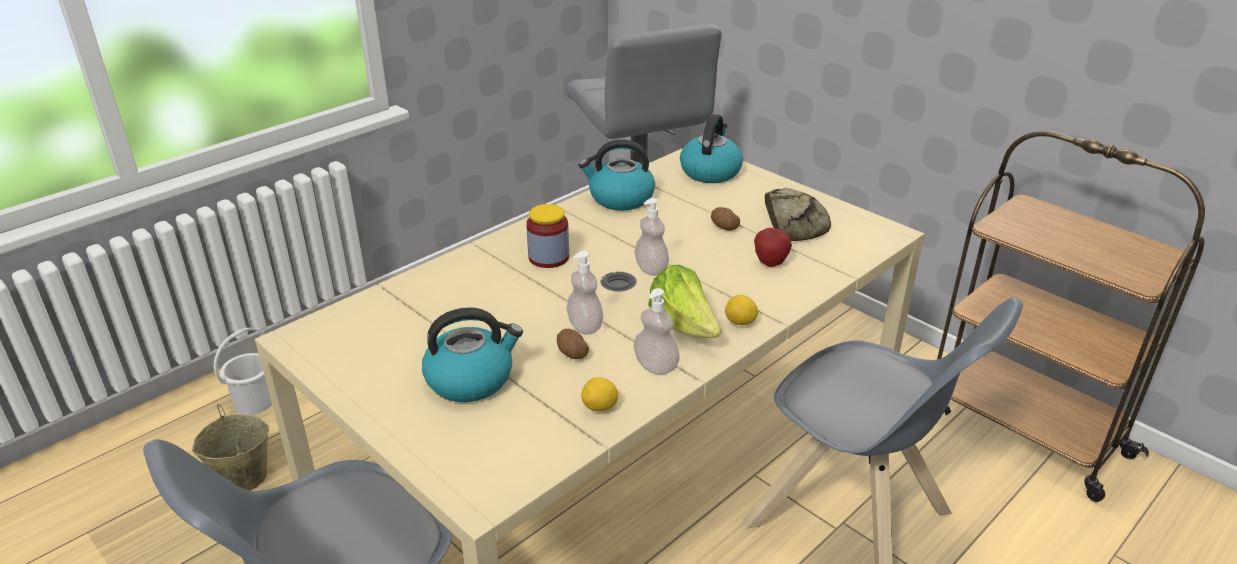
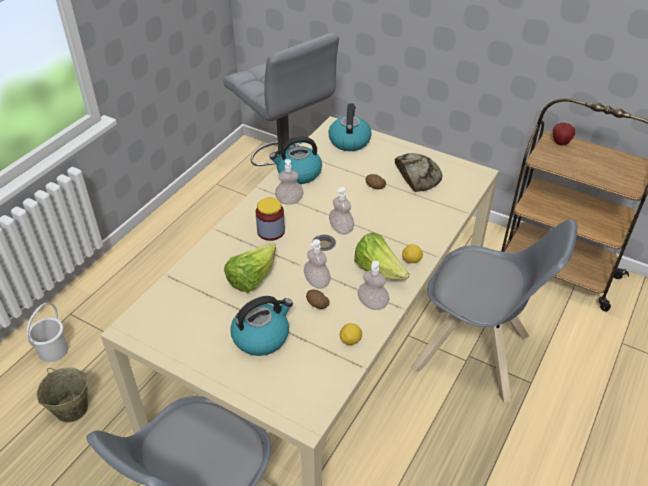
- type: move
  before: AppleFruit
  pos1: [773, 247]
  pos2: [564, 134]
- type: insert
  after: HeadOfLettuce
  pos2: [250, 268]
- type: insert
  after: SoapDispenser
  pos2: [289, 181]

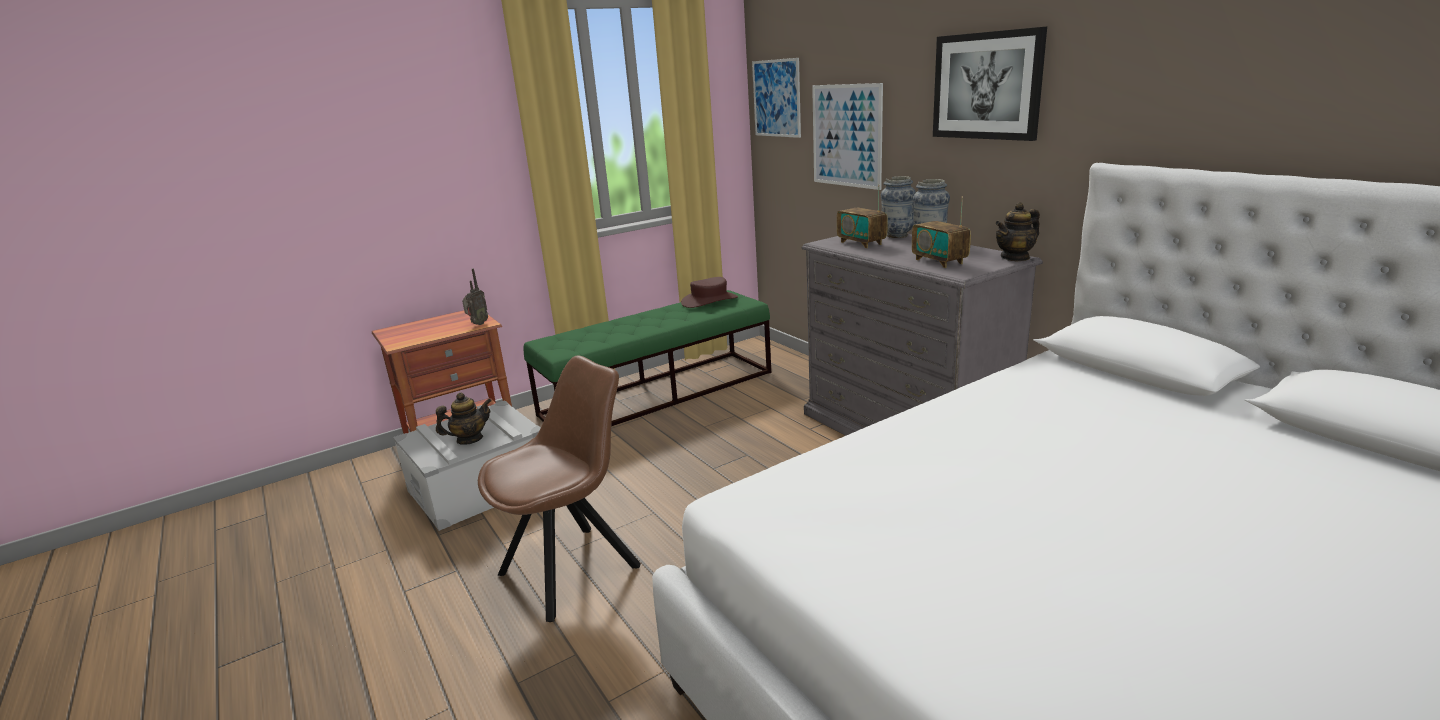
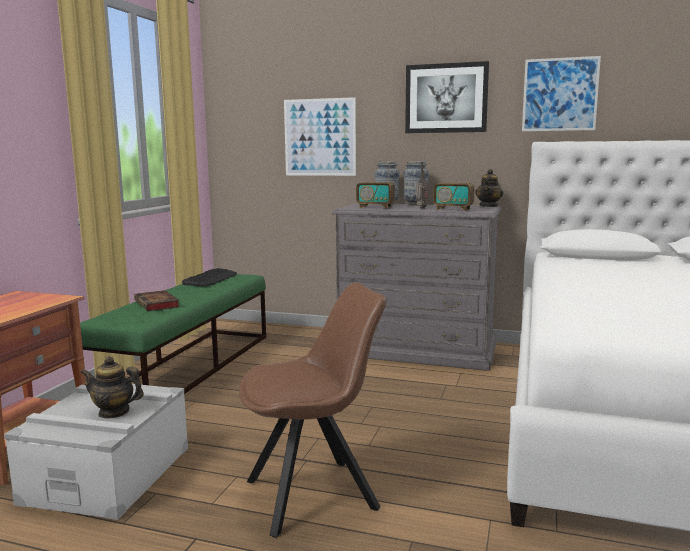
- type: rotate
  before: PotForTea
  pos1: [464, 418]
  pos2: [112, 387]
  turn: -105
- type: move
  before: RadioReceiver
  pos1: [475, 296]
  pos2: [421, 185]
- type: rotate
  before: BrownishPlainChair
  pos1: [559, 488]
  pos2: [313, 410]
  turn: 60
- type: replace
  before: BrownishClothingHat
  after: ComputerKeyboard
  pos1: [709, 292]
  pos2: [209, 277]
- type: move
  before: WallPicture
  pos1: [776, 98]
  pos2: [561, 93]
- type: insert
  after: Volume
  pos2: [157, 300]

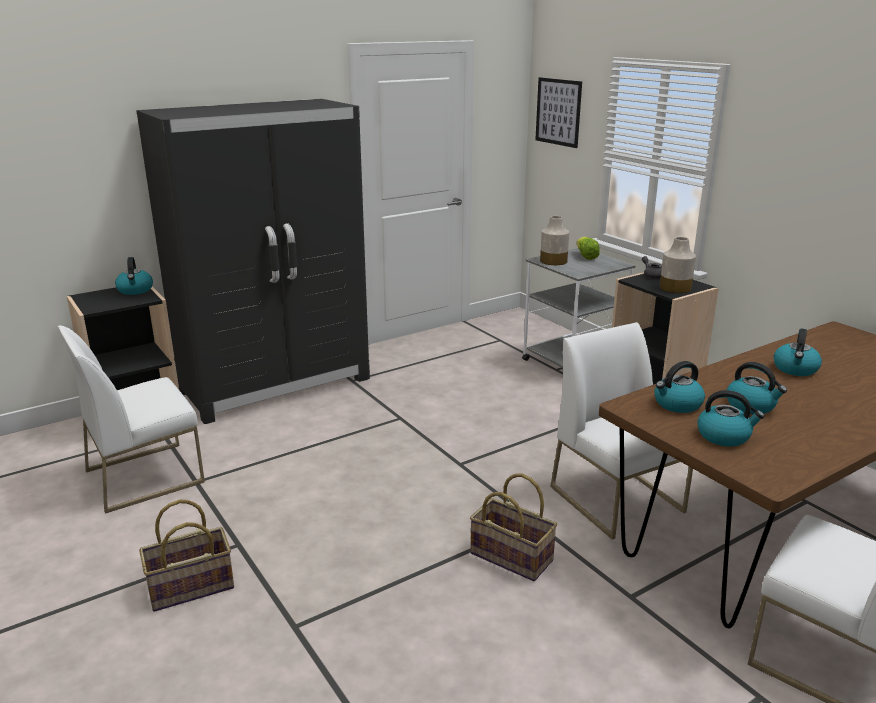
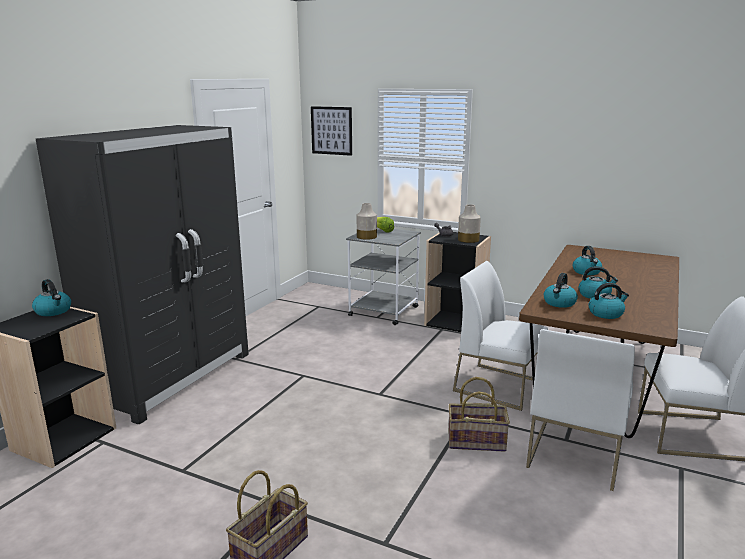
- type: move
  before: WhitishPlainChair
  pos1: [131, 420]
  pos2: [580, 410]

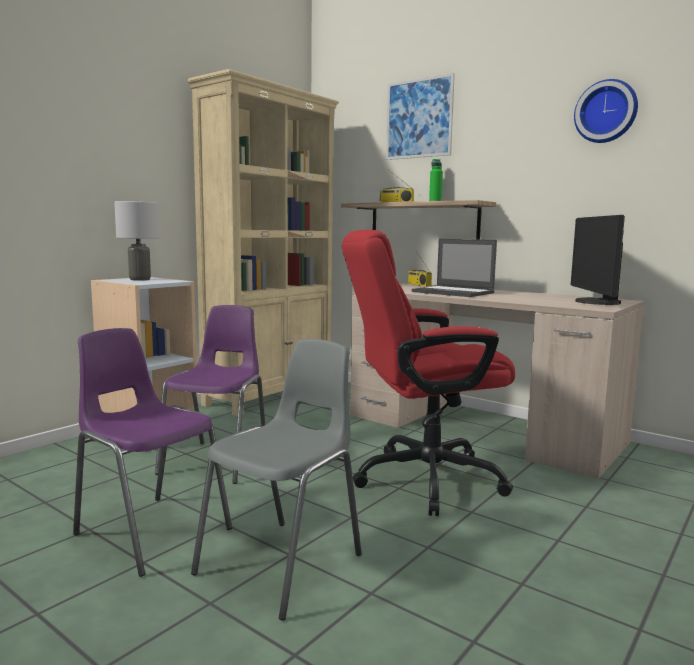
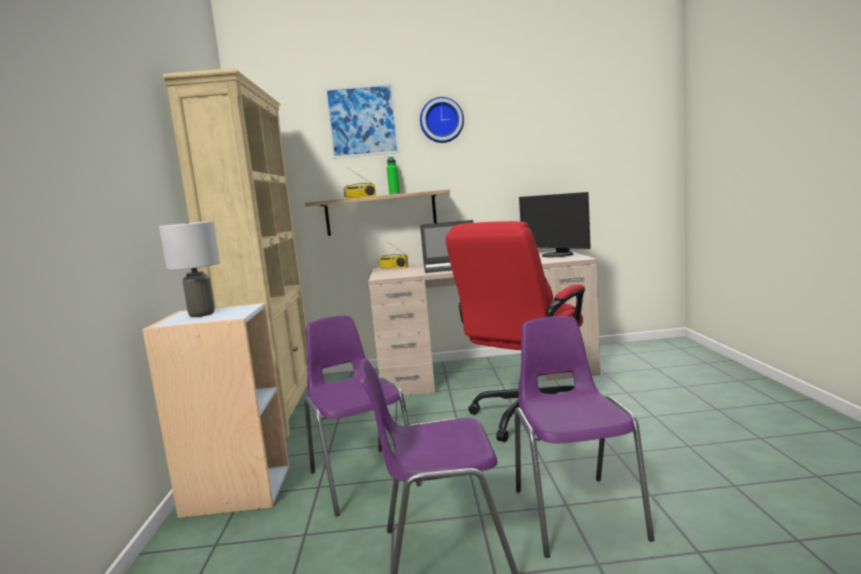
- type: recolor
  before: GreyPlainChair
  after: PurplishPlainChair
  pos1: [276, 480]
  pos2: [584, 437]
- type: move
  before: ClockOnTheWall
  pos1: [606, 111]
  pos2: [442, 120]

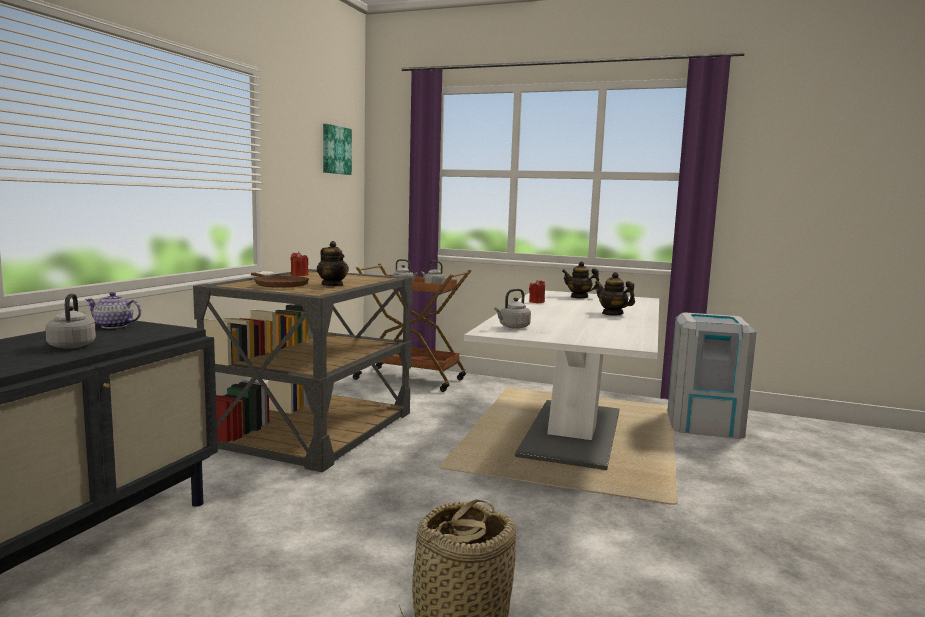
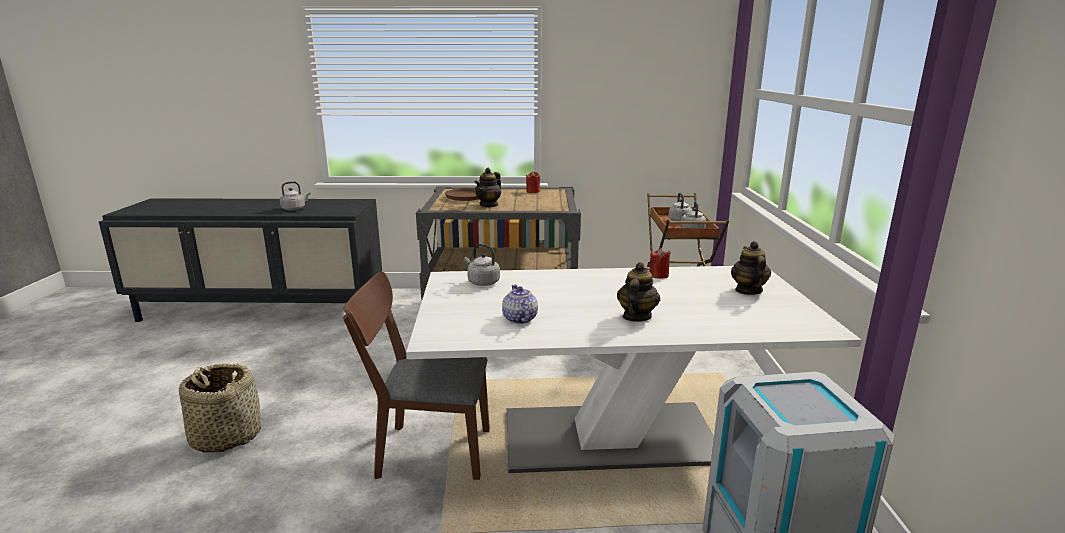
- type: move
  before: PotForTea
  pos1: [113, 310]
  pos2: [520, 304]
- type: delete
  before: WallPicture
  pos1: [337, 149]
- type: insert
  after: BrownishPlainChair
  pos2: [416, 376]

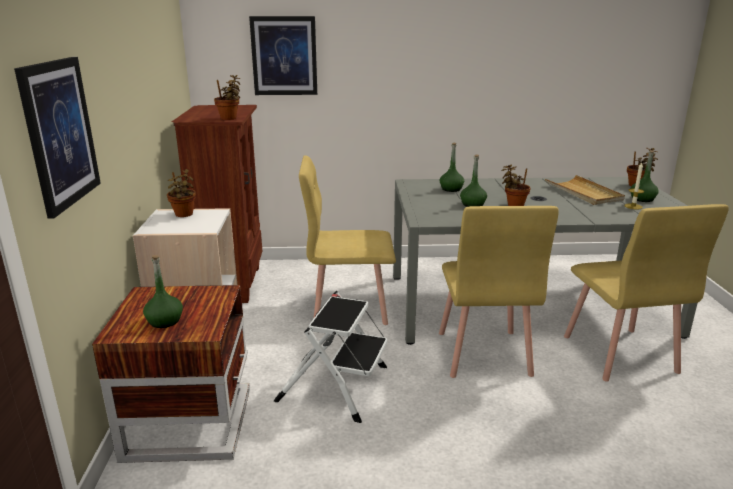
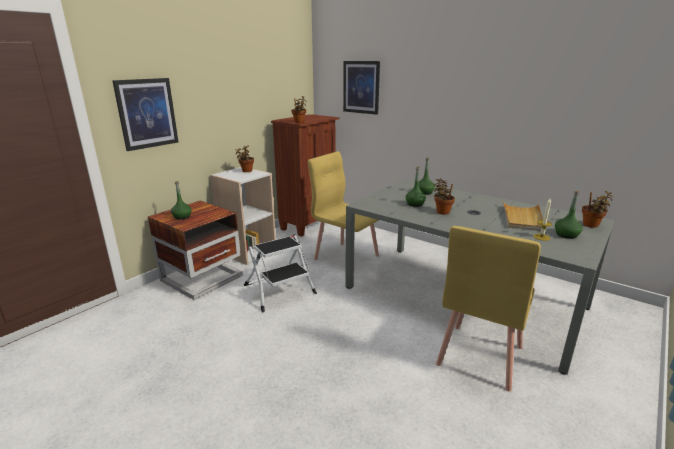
- type: delete
  before: YellowPlainChair
  pos1: [499, 292]

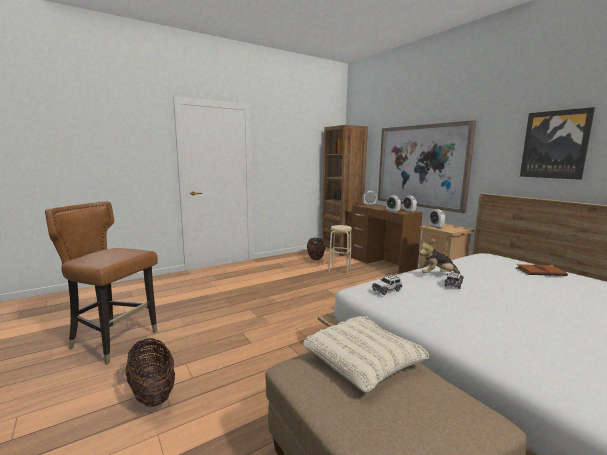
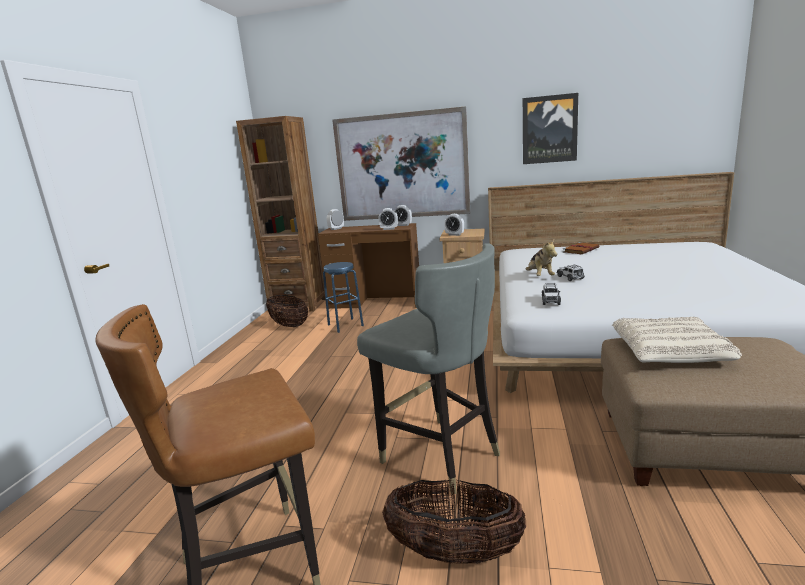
- type: recolor
  before: BeigeColouredStool
  after: BlueStool
  pos1: [340, 249]
  pos2: [343, 297]
- type: rotate
  before: CuddlyToy
  pos1: [439, 257]
  pos2: [541, 258]
  turn: -45
- type: insert
  after: GreyPlainChair
  pos2: [428, 369]

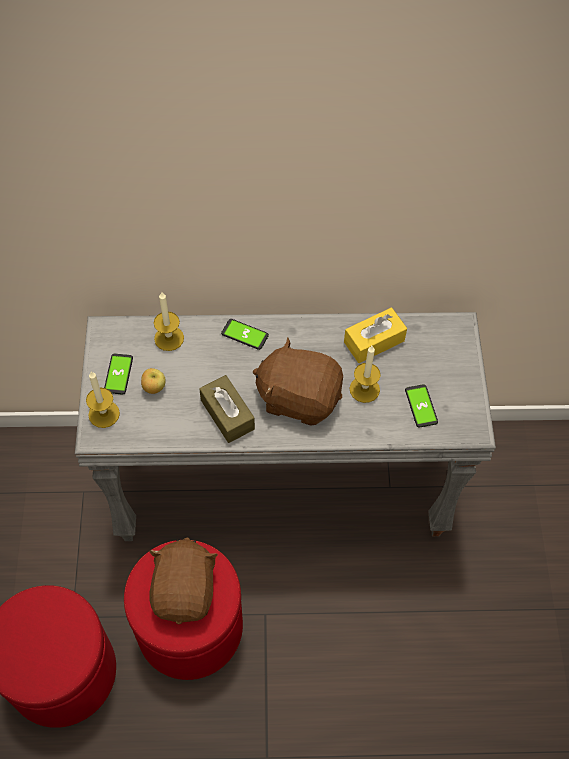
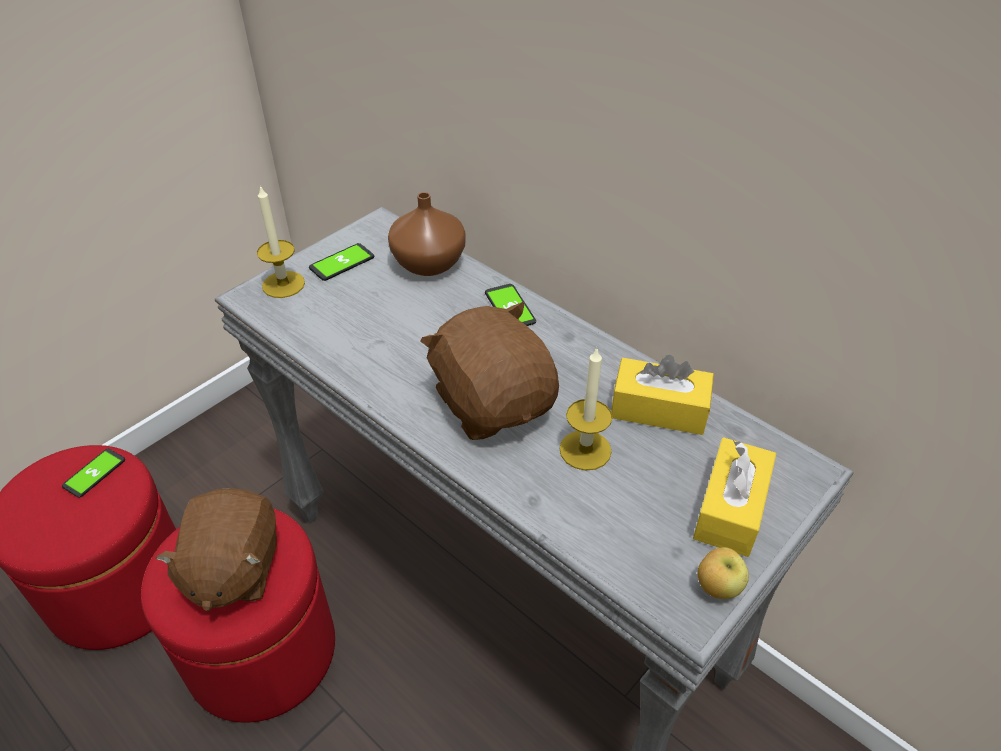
- type: move
  before: AppleFruit
  pos1: [153, 381]
  pos2: [723, 573]
- type: rotate
  before: BrownishCuddlyToy
  pos1: [183, 580]
  pos2: [216, 549]
  turn: 135
- type: replace
  before: WaxCandle
  after: BrownishDecorativeVase
  pos1: [169, 321]
  pos2: [427, 234]
- type: delete
  before: BrownishTissueHolder
  pos1: [227, 409]
- type: move
  before: Handset
  pos1: [421, 406]
  pos2: [93, 473]
- type: insert
  after: YellowTissueHolder
  pos2: [734, 497]

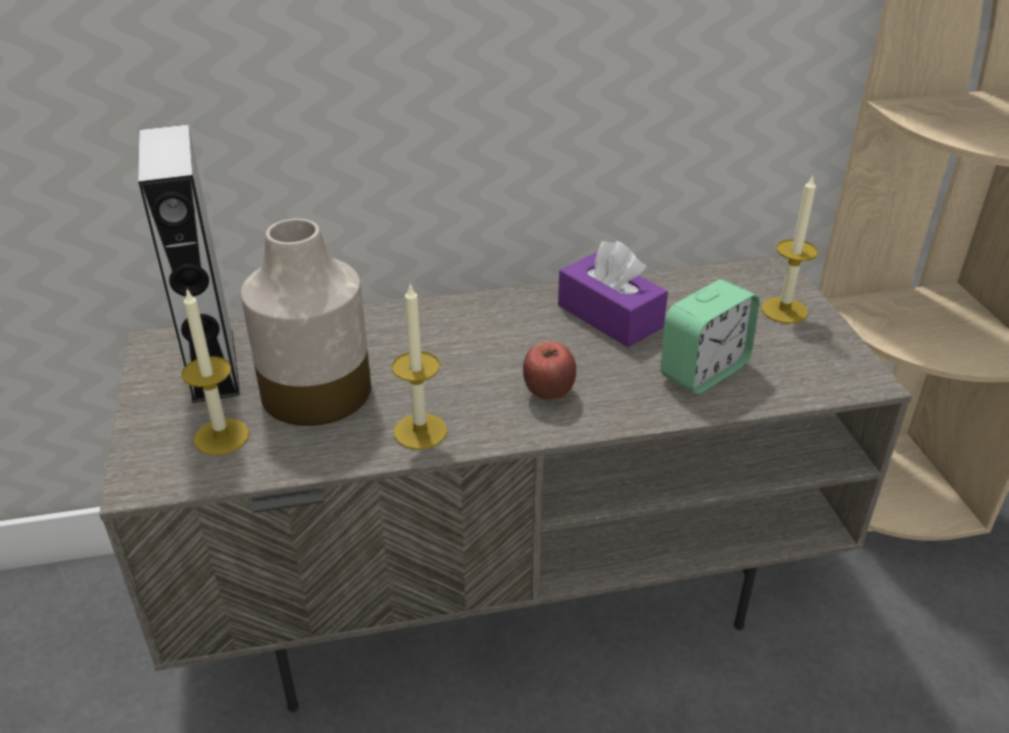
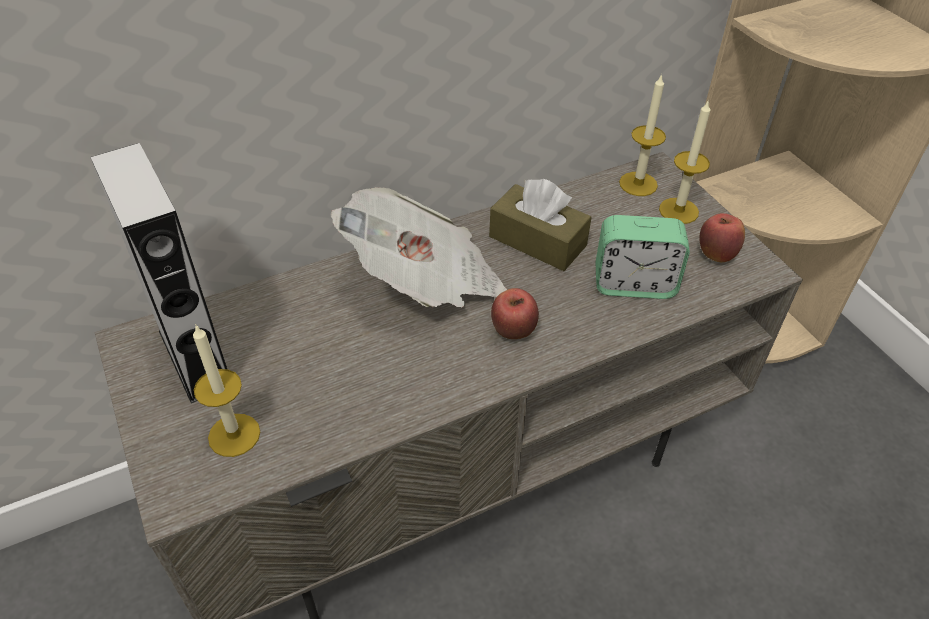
- type: delete
  before: BeigeColouredDecorativeVase
  pos1: [306, 322]
- type: move
  before: WaxCandle
  pos1: [419, 366]
  pos2: [642, 135]
- type: recolor
  before: PurplishTissueHolder
  after: BrownishTissueHolder
  pos1: [613, 294]
  pos2: [540, 225]
- type: rotate
  before: TableClock
  pos1: [710, 336]
  pos2: [643, 257]
  turn: 60
- type: insert
  after: PrintedPaper
  pos2: [419, 247]
- type: insert
  after: AppleFruit
  pos2: [722, 237]

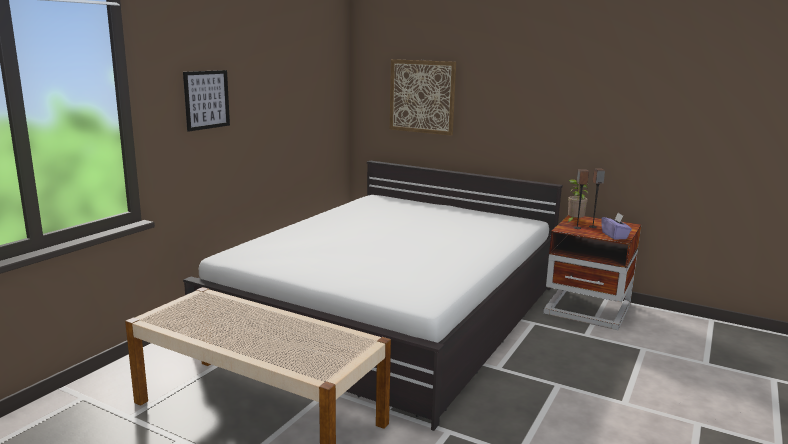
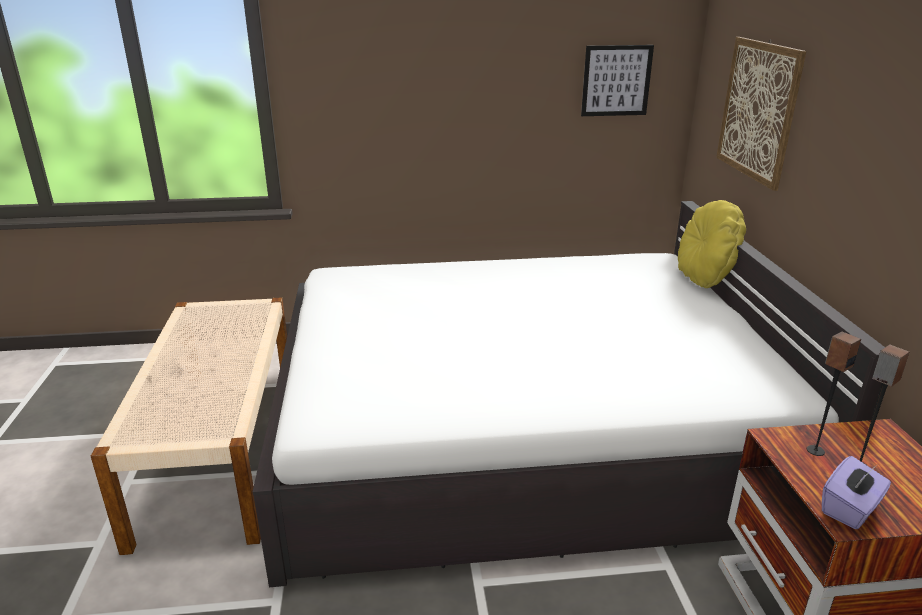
- type: move
  before: WallPicture
  pos1: [206, 101]
  pos2: [617, 80]
- type: delete
  before: PottedPlant
  pos1: [577, 201]
- type: insert
  after: YellowCushion
  pos2: [712, 244]

